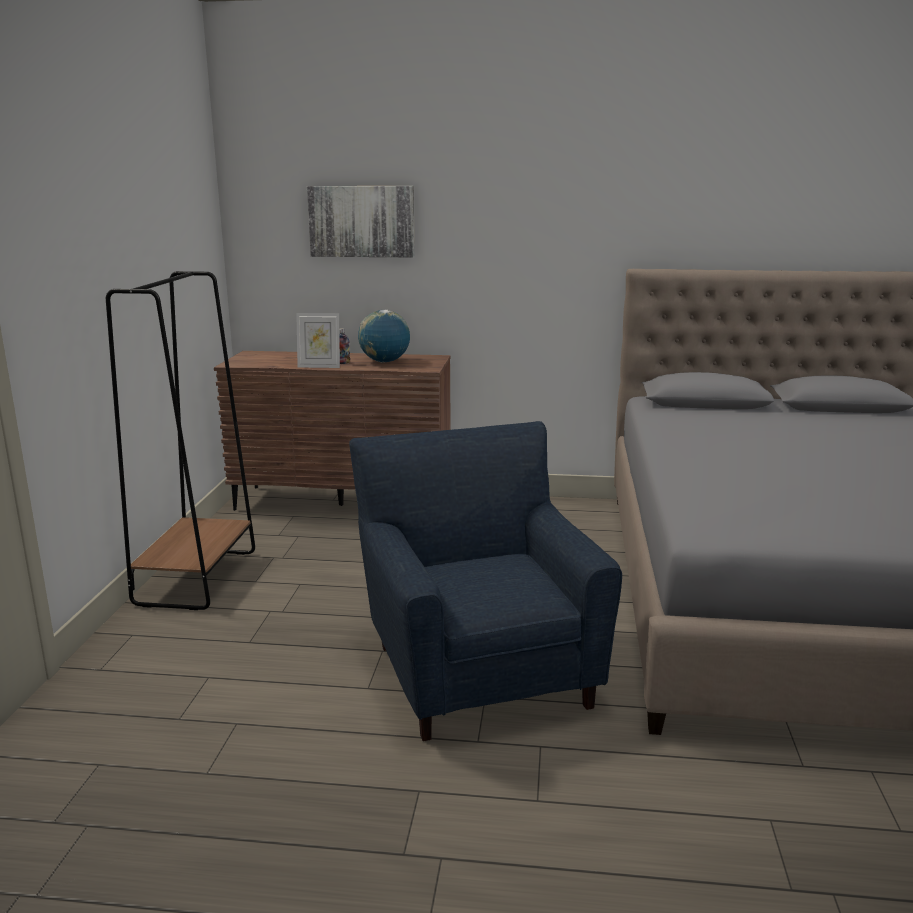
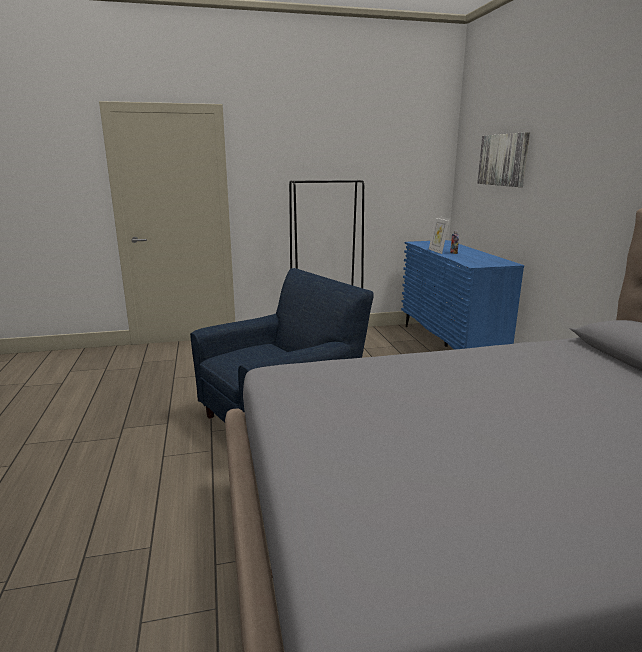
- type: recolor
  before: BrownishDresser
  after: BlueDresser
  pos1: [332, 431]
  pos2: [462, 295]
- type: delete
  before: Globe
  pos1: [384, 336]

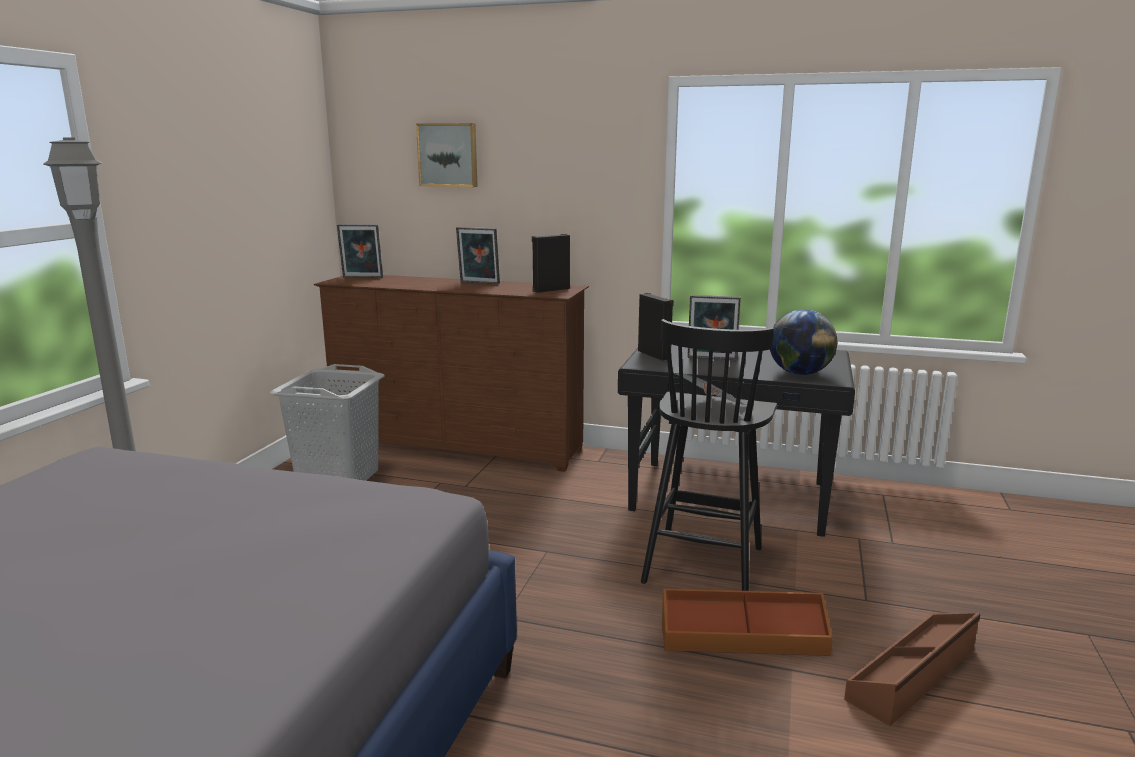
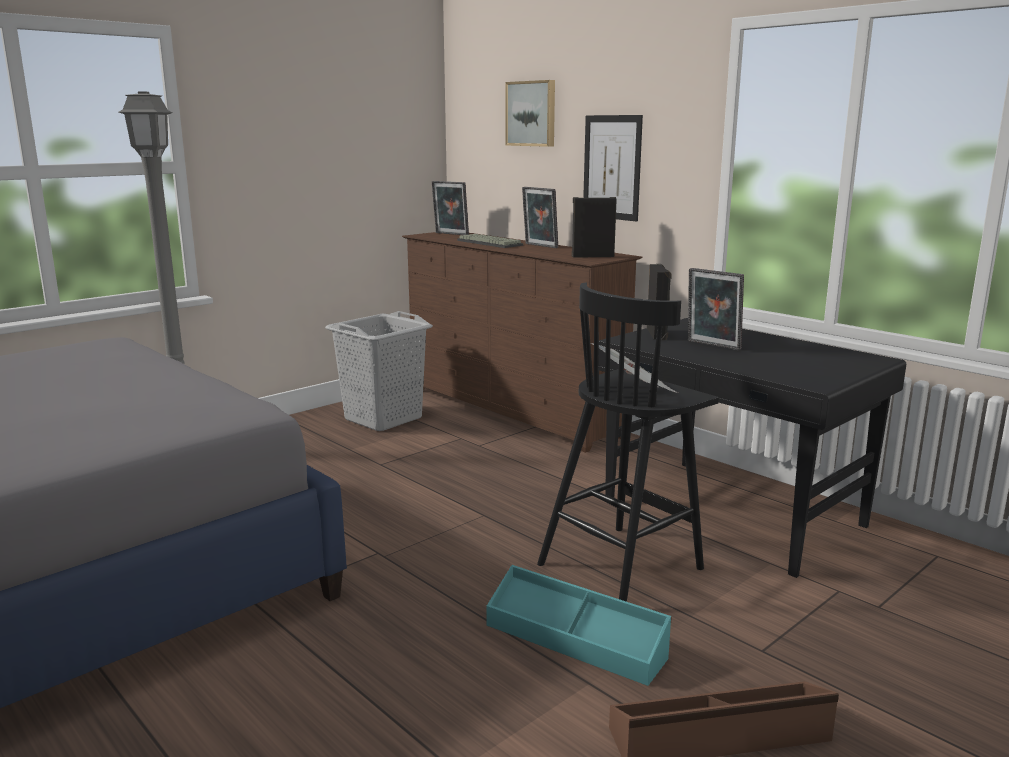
- type: recolor
  before: BrownishStorageBin
  after: TurquoiseStorageBin
  pos1: [747, 622]
  pos2: [579, 625]
- type: delete
  before: Globe
  pos1: [803, 342]
- type: insert
  after: ComputerKeyboard
  pos2: [490, 241]
- type: insert
  after: WallPicture
  pos2: [613, 168]

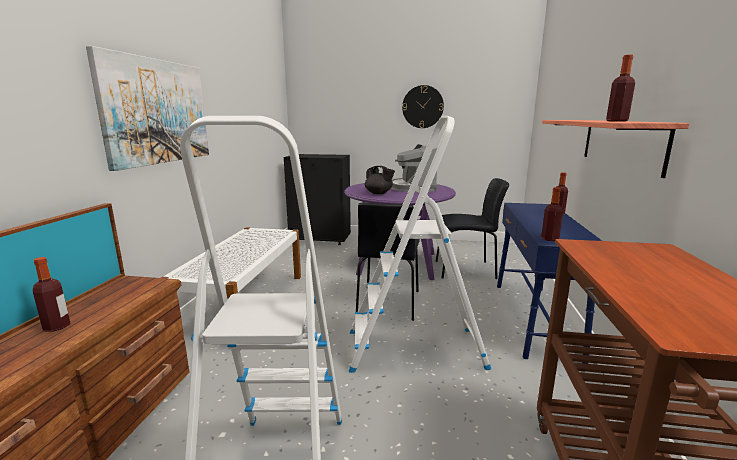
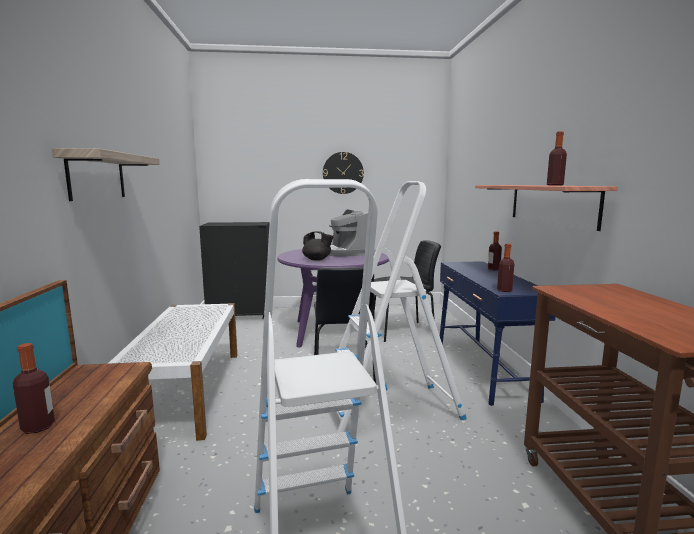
- type: replace
  before: WallPicture
  after: Shelf
  pos1: [147, 108]
  pos2: [106, 174]

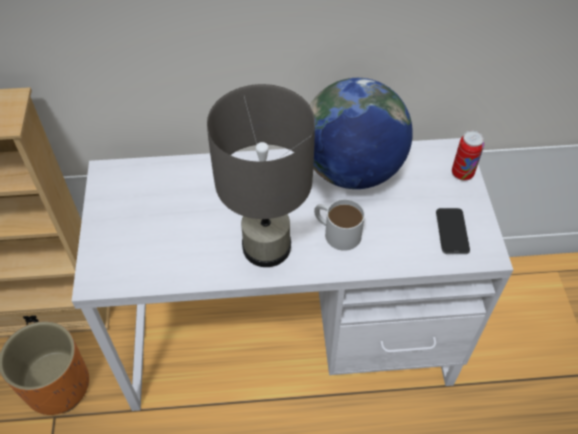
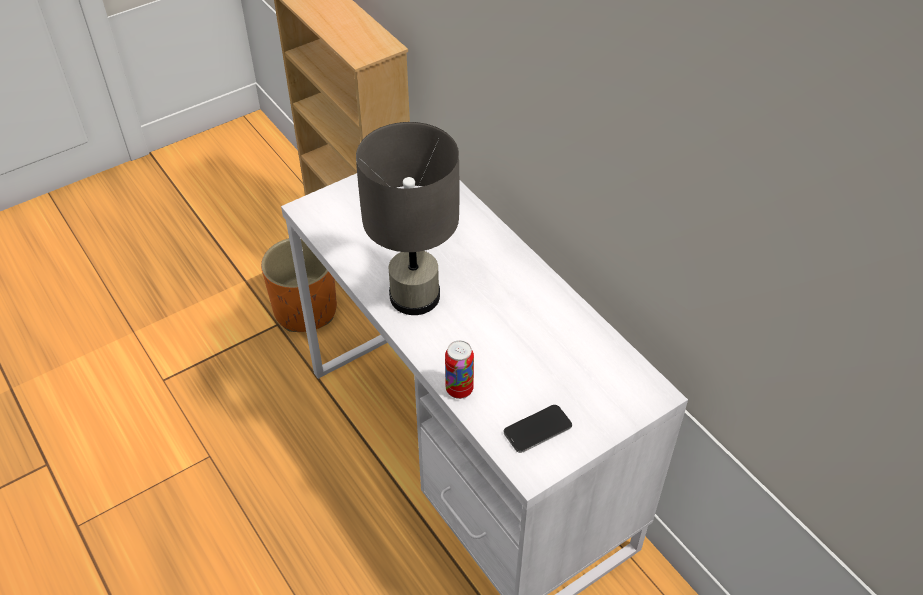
- type: delete
  before: Globe
  pos1: [361, 133]
- type: delete
  before: WhitishCoffeeMug
  pos1: [339, 225]
- type: move
  before: Can
  pos1: [468, 155]
  pos2: [459, 369]

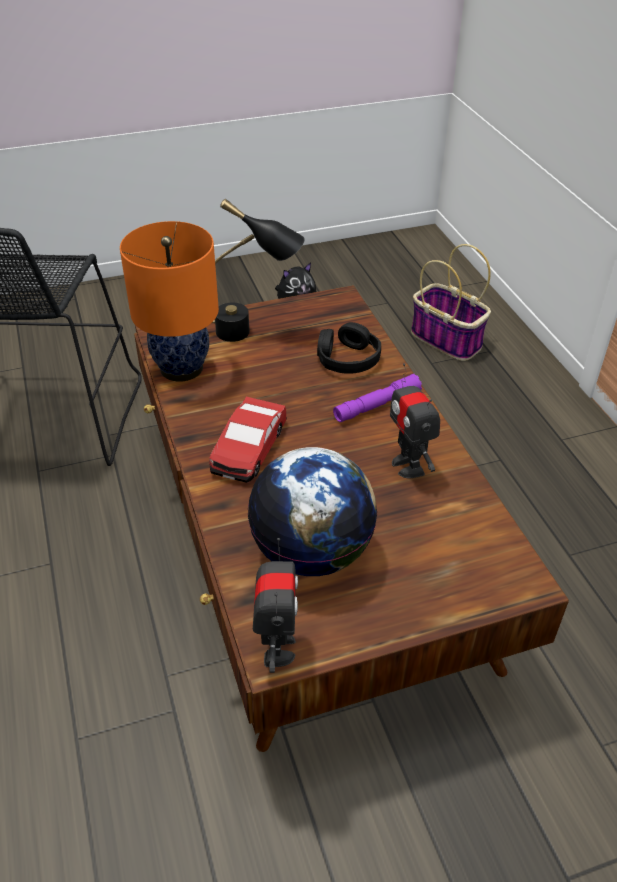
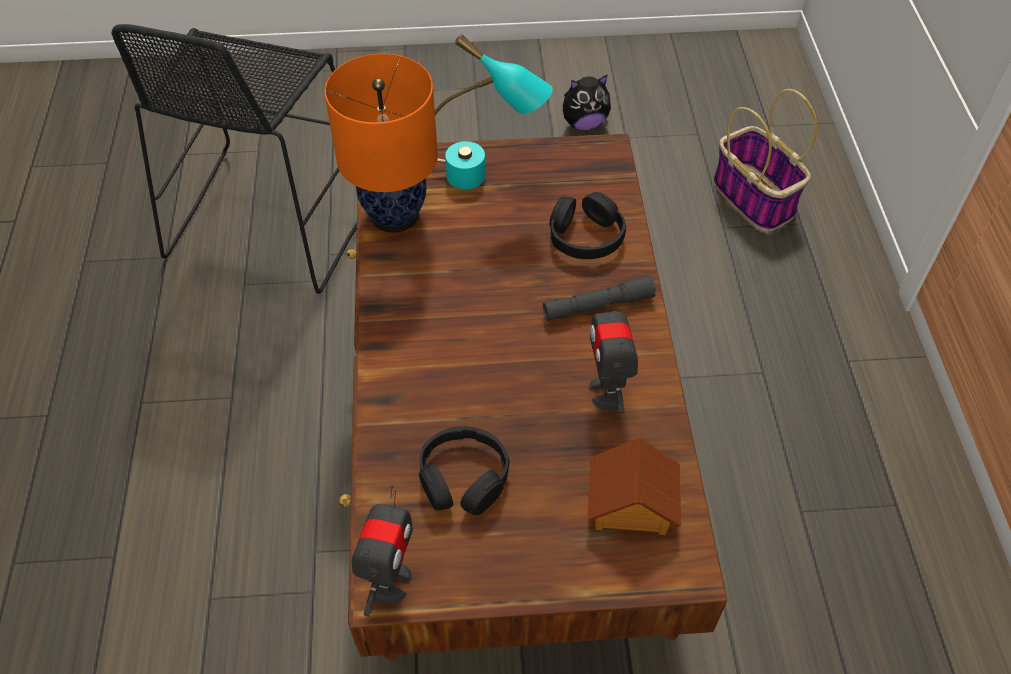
- type: delete
  before: ToyCar
  pos1: [248, 440]
- type: recolor
  before: BlackishTableLamp
  after: TurquoiseTableLamp
  pos1: [258, 270]
  pos2: [494, 111]
- type: replace
  before: Globe
  after: BlackishHeadset
  pos1: [312, 511]
  pos2: [464, 470]
- type: recolor
  before: PurplishHandTorch
  after: GreyHandTorch
  pos1: [377, 398]
  pos2: [599, 298]
- type: insert
  after: MiniatureHouse
  pos2: [634, 485]

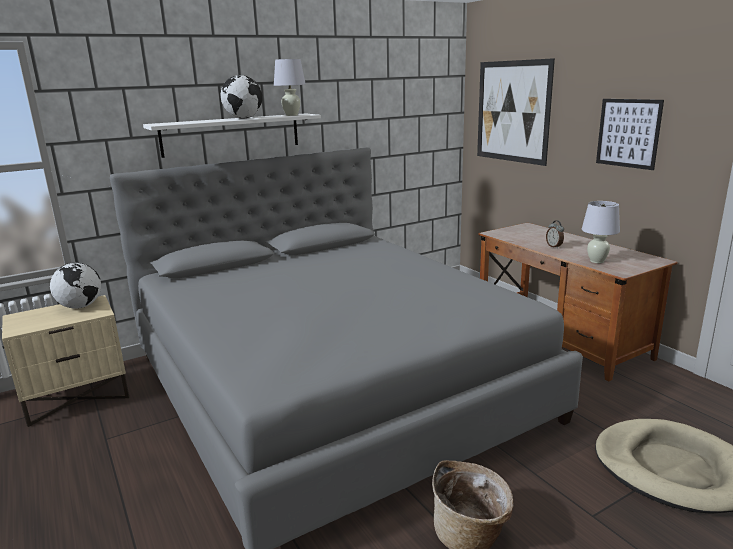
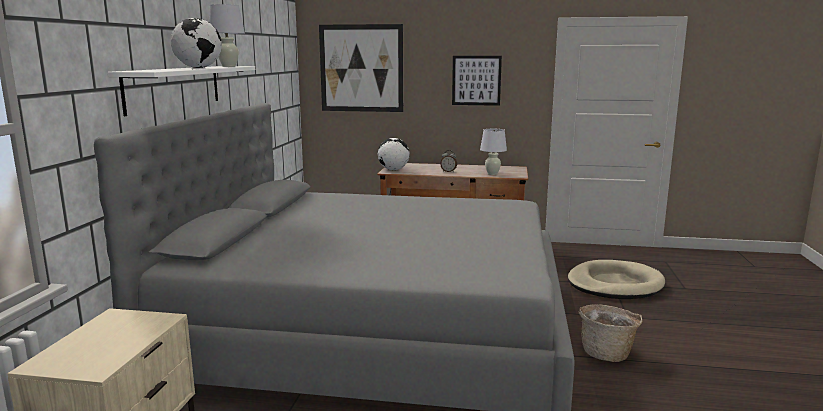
- type: move
  before: Globe
  pos1: [75, 286]
  pos2: [394, 154]

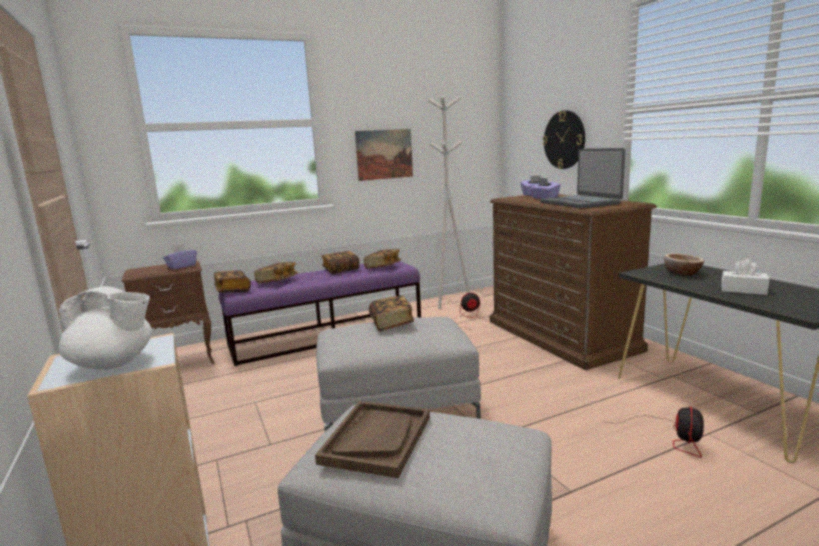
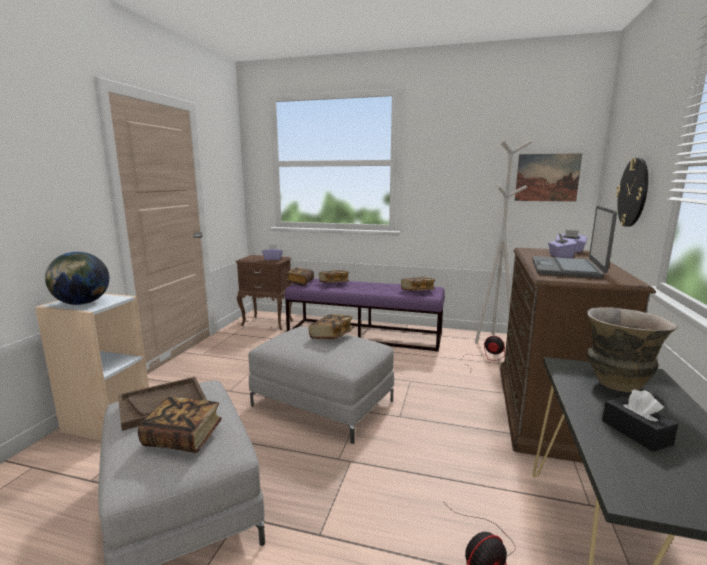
- type: replace
  before: WhitishPotForTea
  after: Globe
  pos1: [105, 328]
  pos2: [77, 278]
- type: move
  before: Volume
  pos1: [340, 262]
  pos2: [180, 424]
- type: move
  before: WallPicture
  pos1: [384, 155]
  pos2: [549, 177]
- type: replace
  before: Bowl
  after: DecorativeVase
  pos1: [684, 264]
  pos2: [632, 349]
- type: recolor
  before: WhitishTissueHolder
  after: BlackishTissueHolder
  pos1: [745, 277]
  pos2: [640, 421]

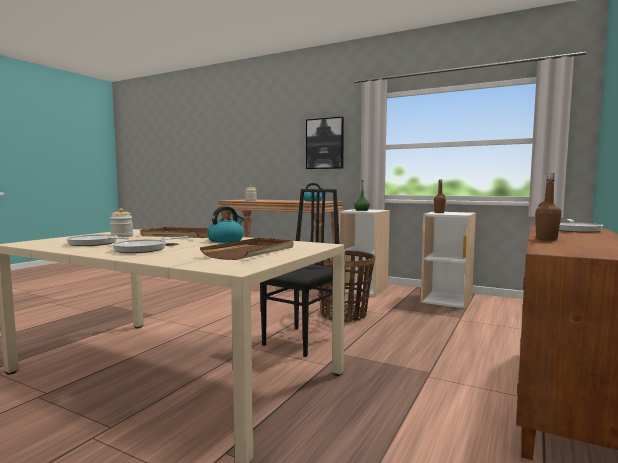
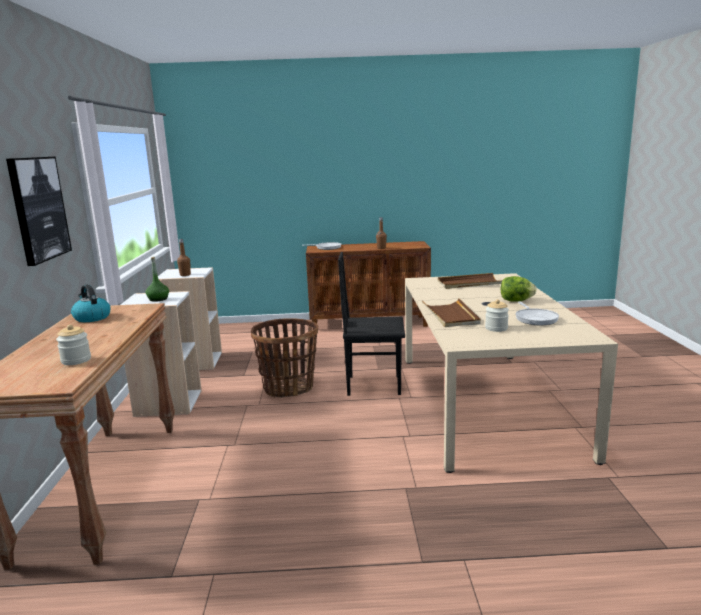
- type: replace
  before: Skillet
  after: HeadOfLettuce
  pos1: [150, 244]
  pos2: [518, 289]
- type: delete
  before: TeaKettle
  pos1: [225, 224]

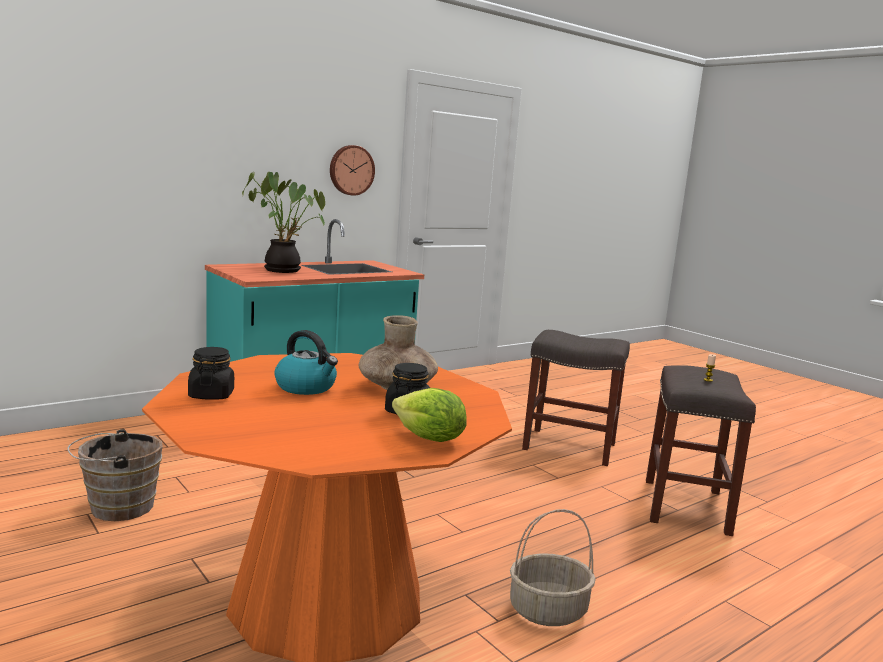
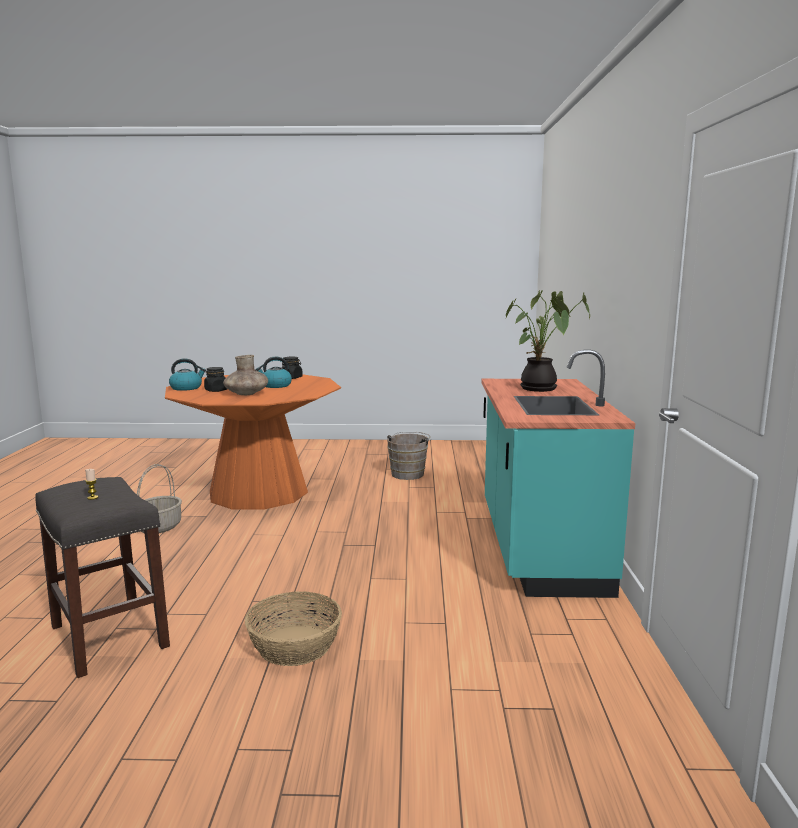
- type: delete
  before: ClockOnTheWall
  pos1: [352, 170]
- type: replace
  before: HeadOfLettuce
  after: TeaKettle
  pos1: [429, 415]
  pos2: [187, 374]
- type: replace
  before: GreyStool
  after: StorageBasket
  pos1: [576, 398]
  pos2: [293, 628]

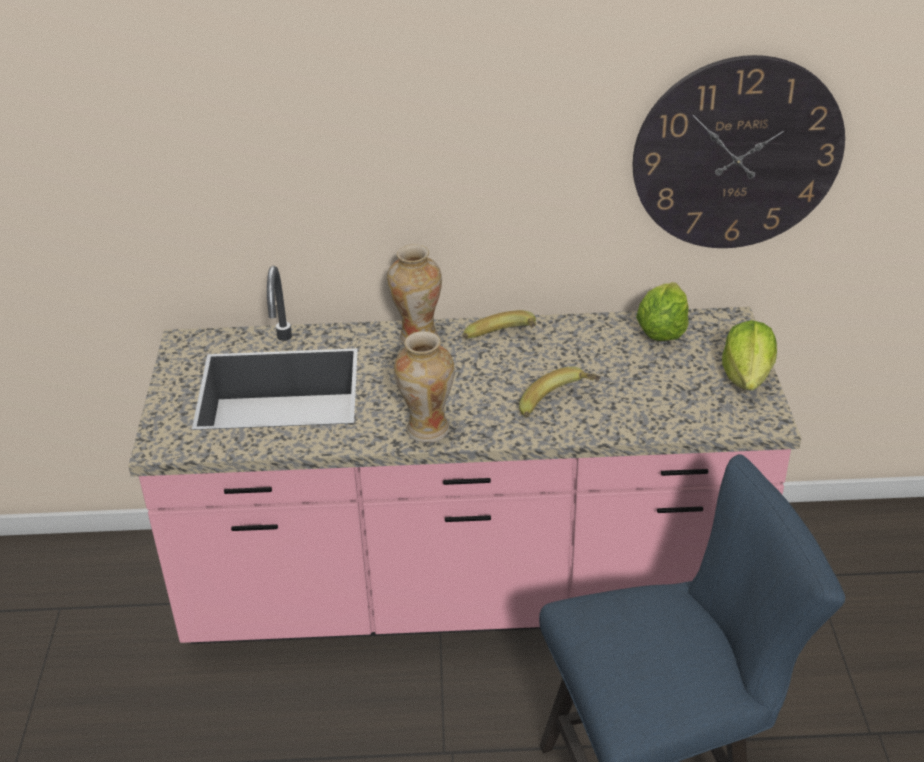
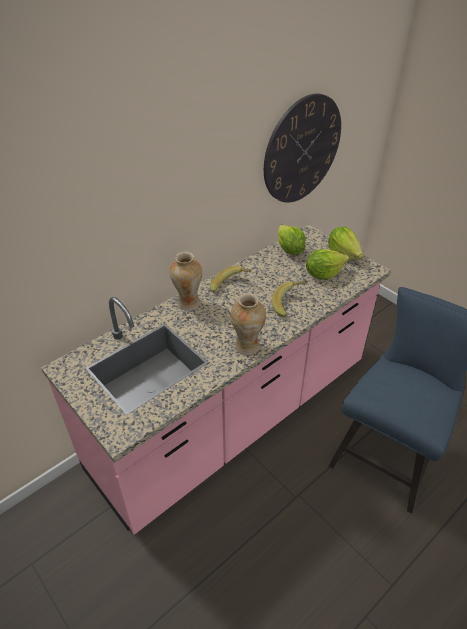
- type: insert
  after: HeadOfLettuce
  pos2: [327, 264]

